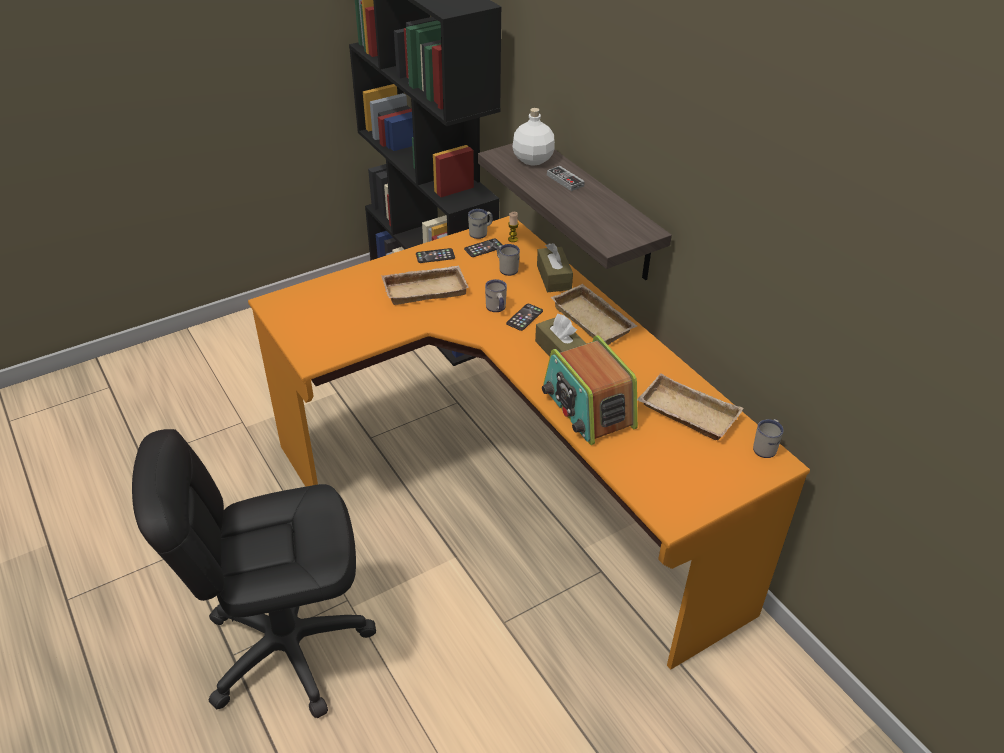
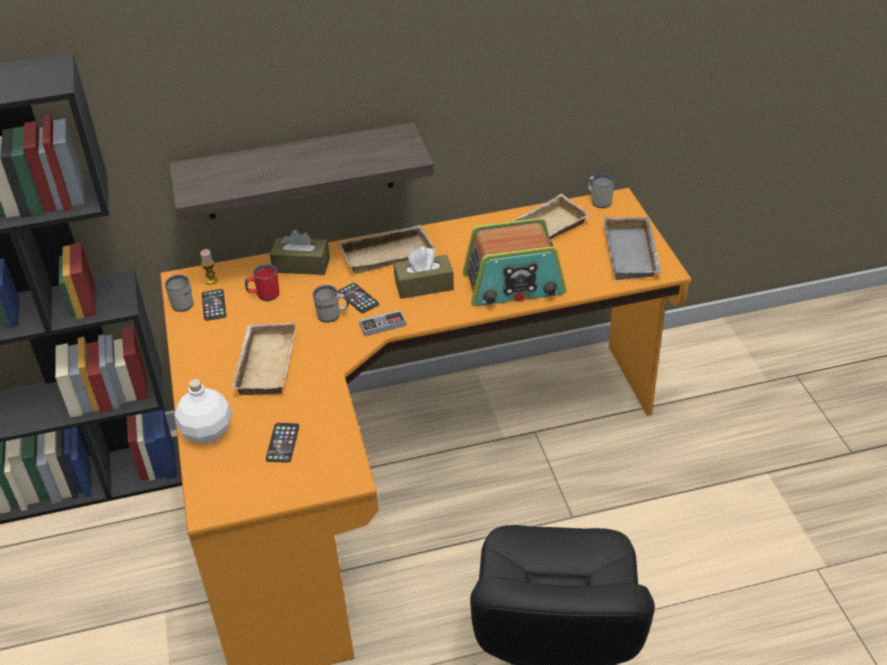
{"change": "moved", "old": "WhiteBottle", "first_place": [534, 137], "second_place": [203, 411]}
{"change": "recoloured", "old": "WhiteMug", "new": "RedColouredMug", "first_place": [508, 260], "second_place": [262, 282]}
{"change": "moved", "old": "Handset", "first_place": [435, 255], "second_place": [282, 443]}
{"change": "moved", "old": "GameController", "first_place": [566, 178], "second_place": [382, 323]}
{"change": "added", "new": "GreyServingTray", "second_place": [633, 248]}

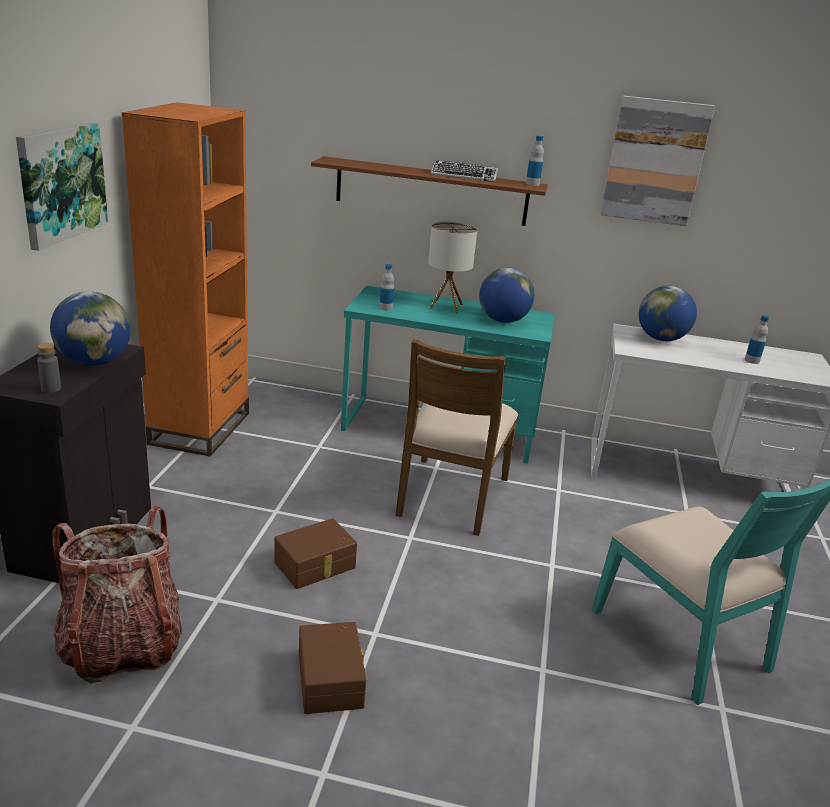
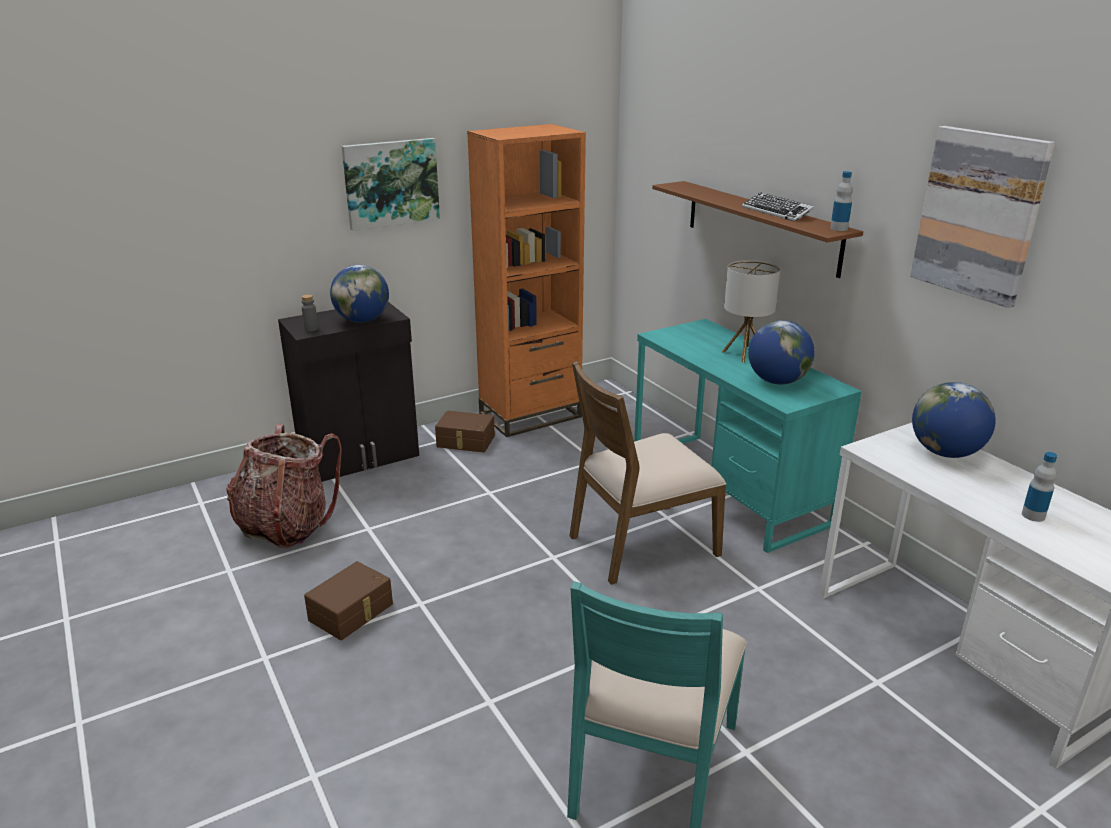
{"change": "moved", "old": "BrownColouredStorageBin", "first_place": [315, 553], "second_place": [465, 431]}
{"change": "removed", "old": "Bottle", "first_place": [386, 287]}

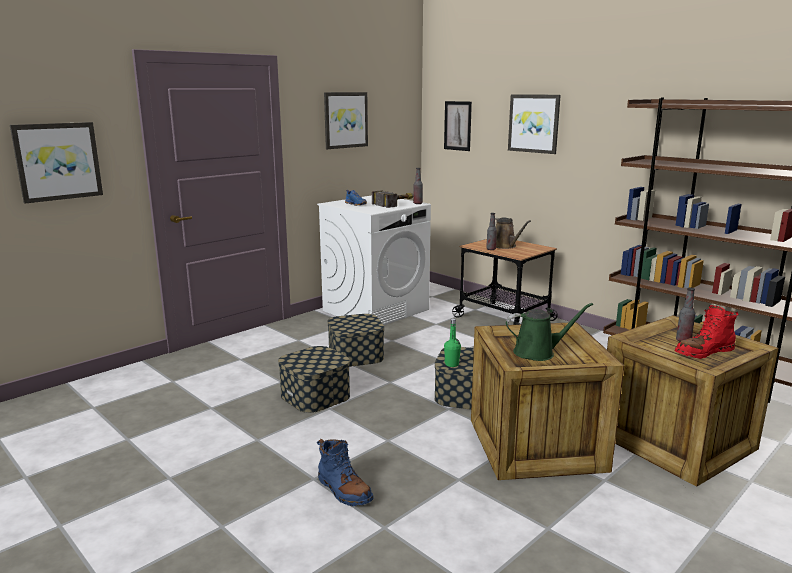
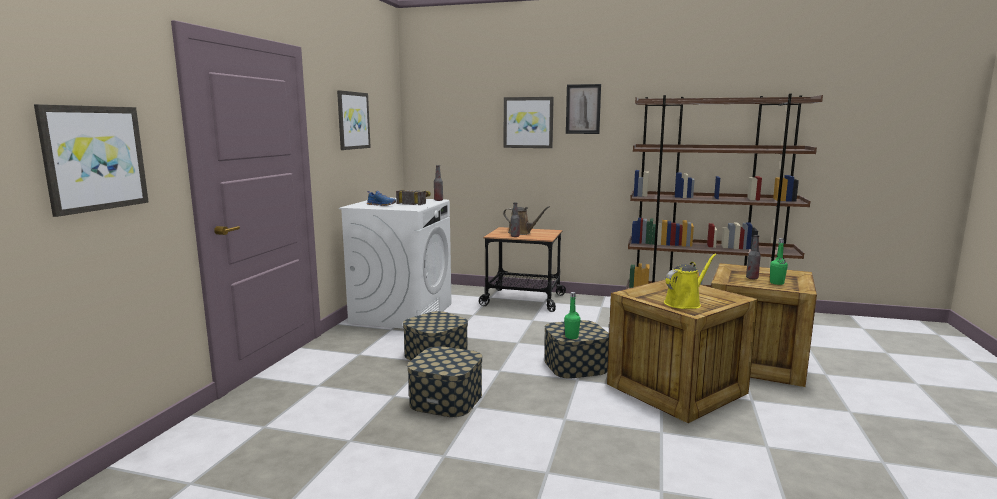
{"change": "moved", "old": "WallPicture", "first_place": [458, 126], "second_place": [583, 109]}
{"change": "recoloured", "old": "GreenWateringCan", "new": "YellowWateringCan", "first_place": [549, 332], "second_place": [690, 281]}
{"change": "replaced", "old": "RedColouredTallBoot", "new": "GreenBottle", "first_place": [706, 332], "second_place": [779, 261]}
{"change": "removed", "old": "BlueTallBoot", "first_place": [345, 472]}

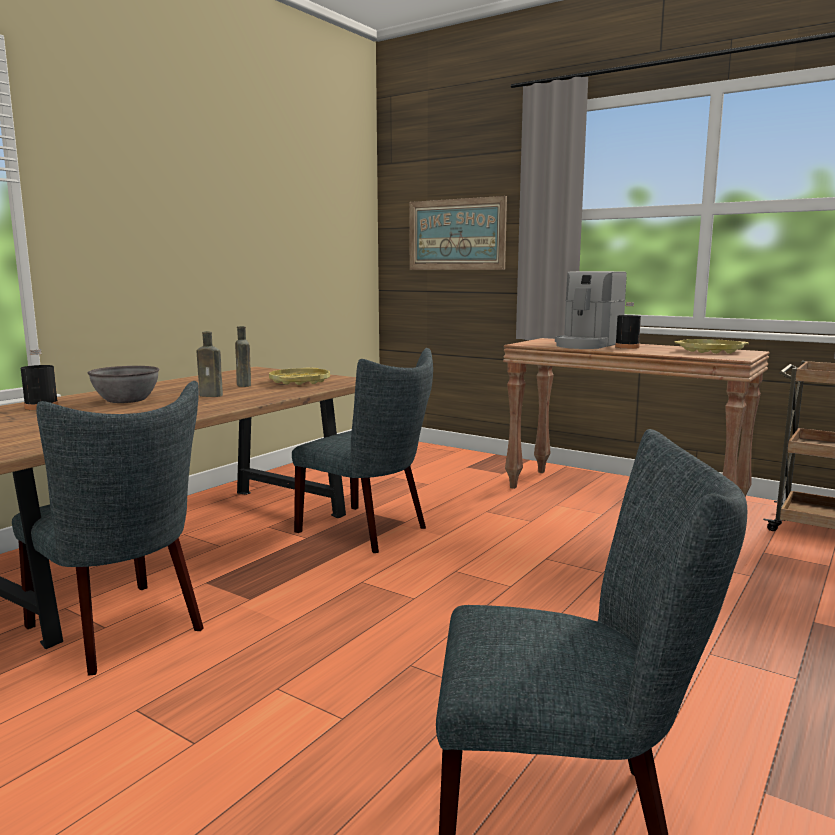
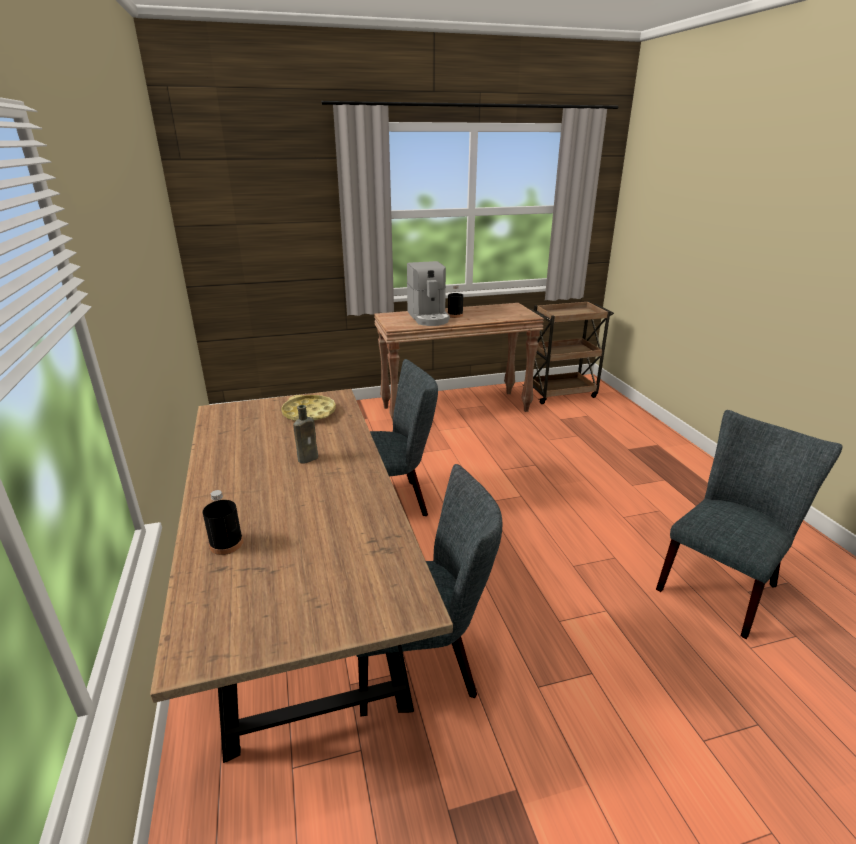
{"change": "removed", "old": "GreyServingBowl", "first_place": [123, 384]}
{"change": "removed", "old": "BrownColouredBottle", "first_place": [243, 356]}
{"change": "removed", "old": "WallPicture", "first_place": [458, 233]}
{"change": "removed", "old": "YellowServingTray", "first_place": [711, 346]}

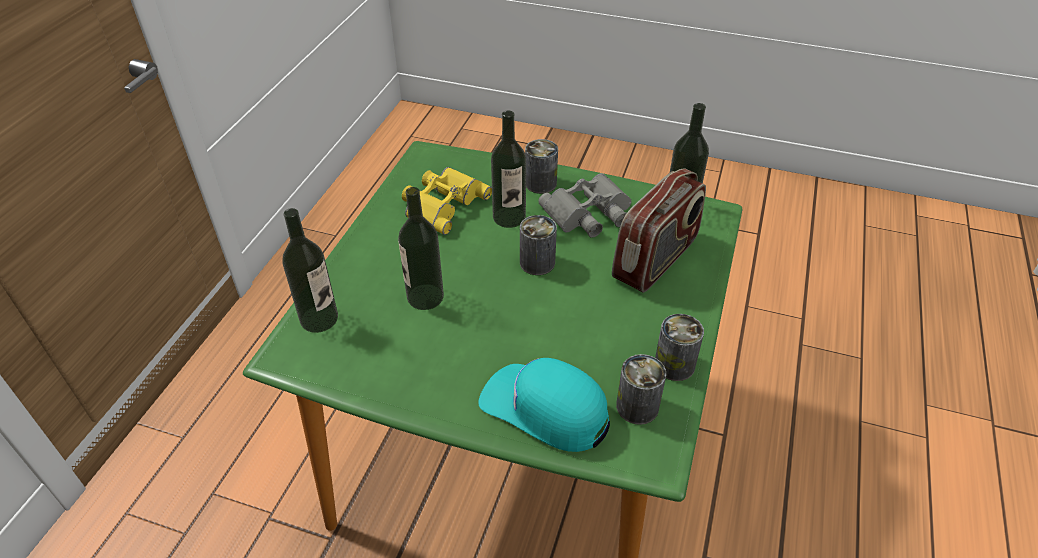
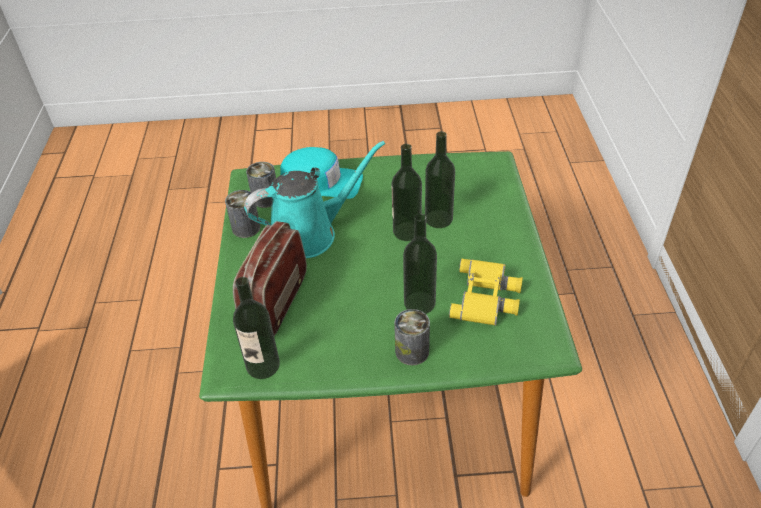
{"change": "added", "new": "TurquoiseWateringCan", "second_place": [314, 199]}
{"change": "moved", "old": "Bottle", "first_place": [310, 270], "second_place": [406, 192]}
{"change": "removed", "old": "SealedCan", "first_place": [538, 245]}
{"change": "removed", "old": "GreyPairOfBinoculars", "first_place": [585, 205]}

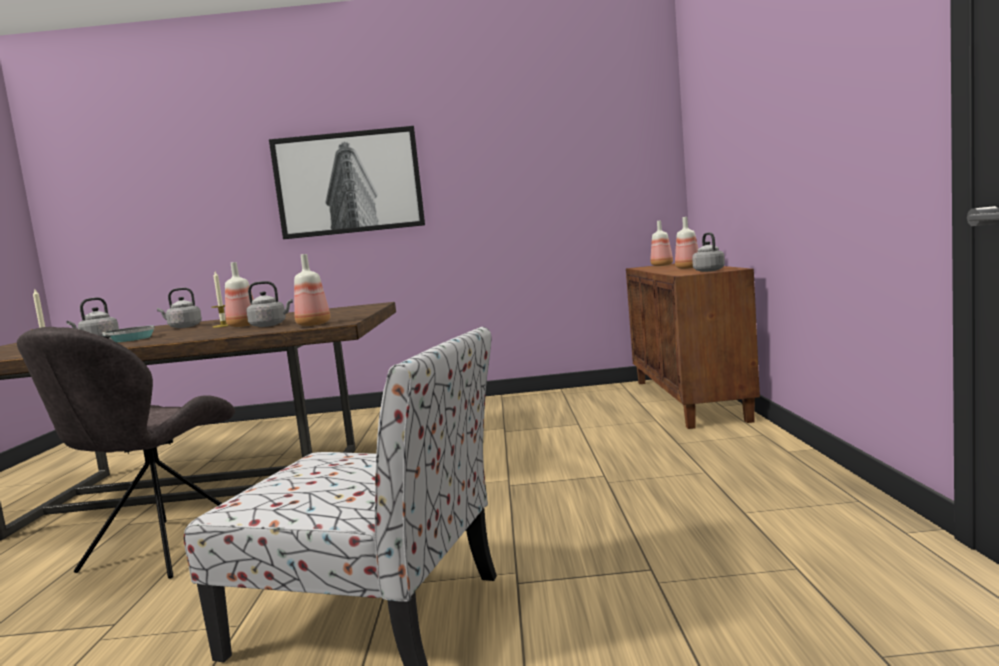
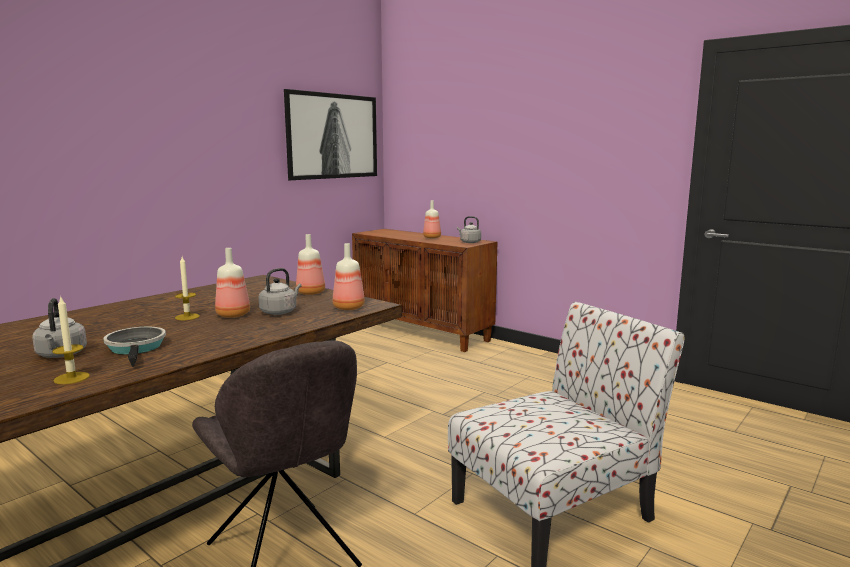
{"change": "moved", "old": "WallPicture", "first_place": [347, 182], "second_place": [330, 134]}
{"change": "moved", "old": "Bottle", "first_place": [662, 243], "second_place": [310, 264]}
{"change": "removed", "old": "GreyTeaKettle", "first_place": [179, 308]}

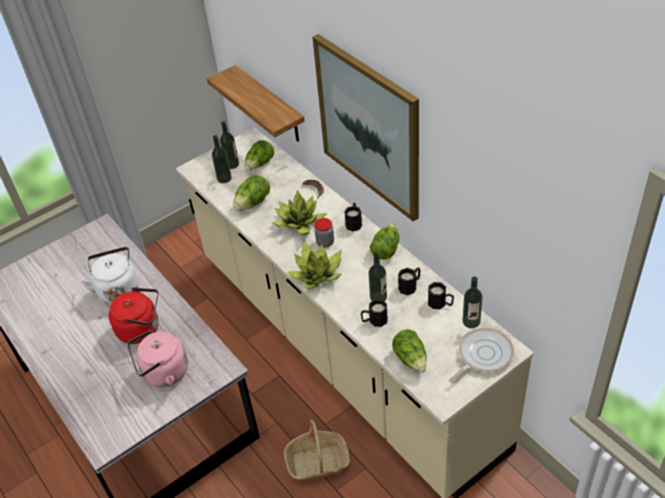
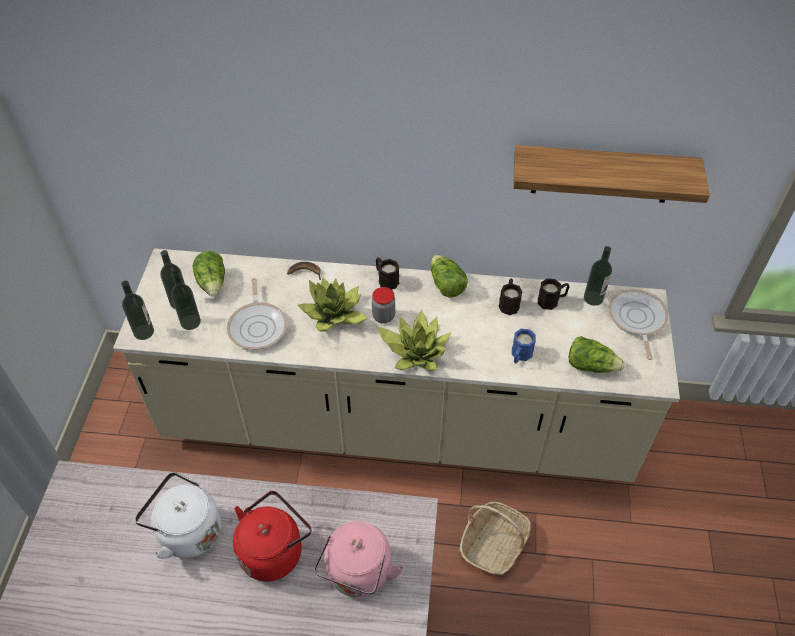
{"change": "moved", "old": "Bottle", "first_place": [378, 277], "second_place": [137, 310]}
{"change": "replaced", "old": "HeadOfLettuce", "new": "Skillet", "first_place": [251, 193], "second_place": [257, 314]}
{"change": "recoloured", "old": "BlackMug", "new": "BlueMug", "first_place": [374, 313], "second_place": [524, 346]}
{"change": "moved", "old": "BracketShelf", "first_place": [256, 103], "second_place": [611, 174]}
{"change": "removed", "old": "WallPicture", "first_place": [365, 128]}

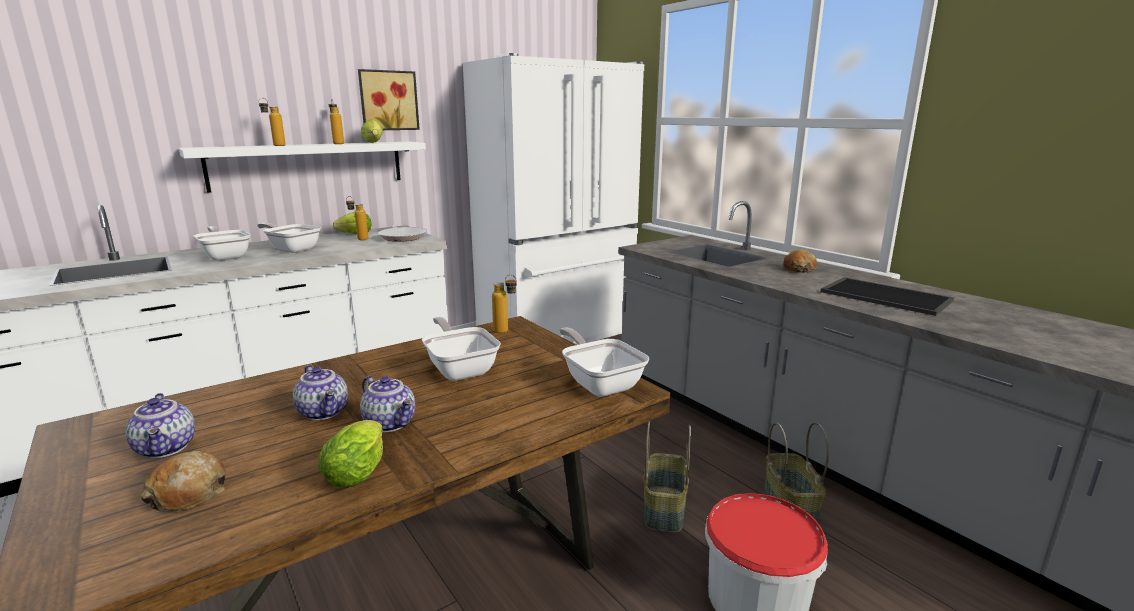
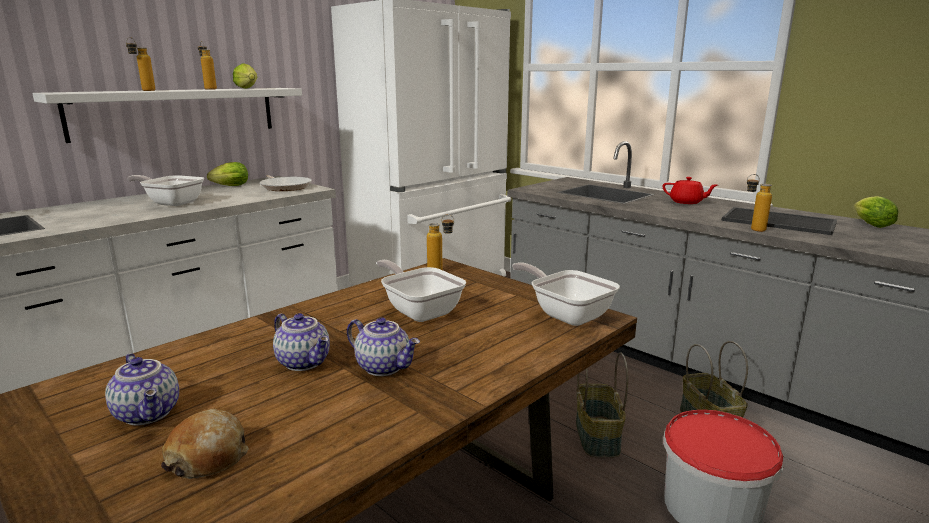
{"change": "replaced", "old": "BakedBread", "new": "RedColouredTeaPot", "first_place": [800, 261], "second_place": [690, 190]}
{"change": "moved", "old": "Bottle", "first_place": [357, 218], "second_place": [759, 203]}
{"change": "moved", "old": "HeadOfLettuce", "first_place": [351, 454], "second_place": [876, 212]}
{"change": "removed", "old": "Skillet", "first_place": [222, 243]}
{"change": "removed", "old": "WallPicture", "first_place": [389, 99]}

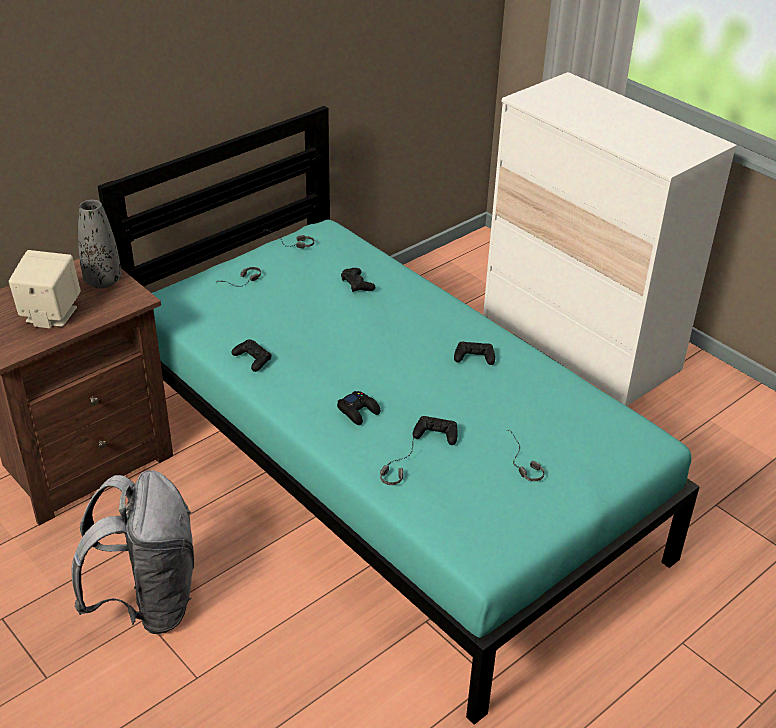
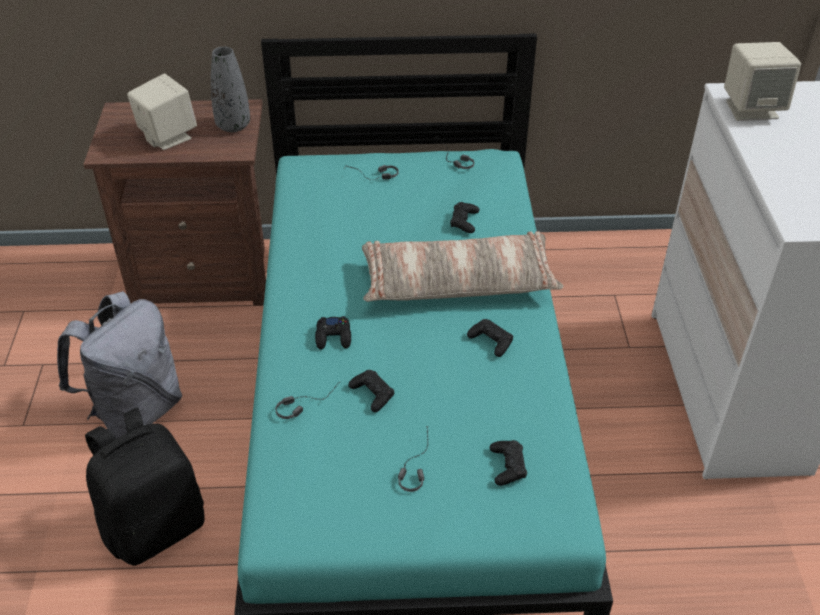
{"change": "added", "new": "BlackKnapsack", "second_place": [145, 486]}
{"change": "added", "new": "Cushion", "second_place": [463, 266]}
{"change": "moved", "old": "BlackGameController", "first_place": [251, 356], "second_place": [508, 463]}
{"change": "added", "new": "SandColouredLoudspeaker", "second_place": [762, 81]}

